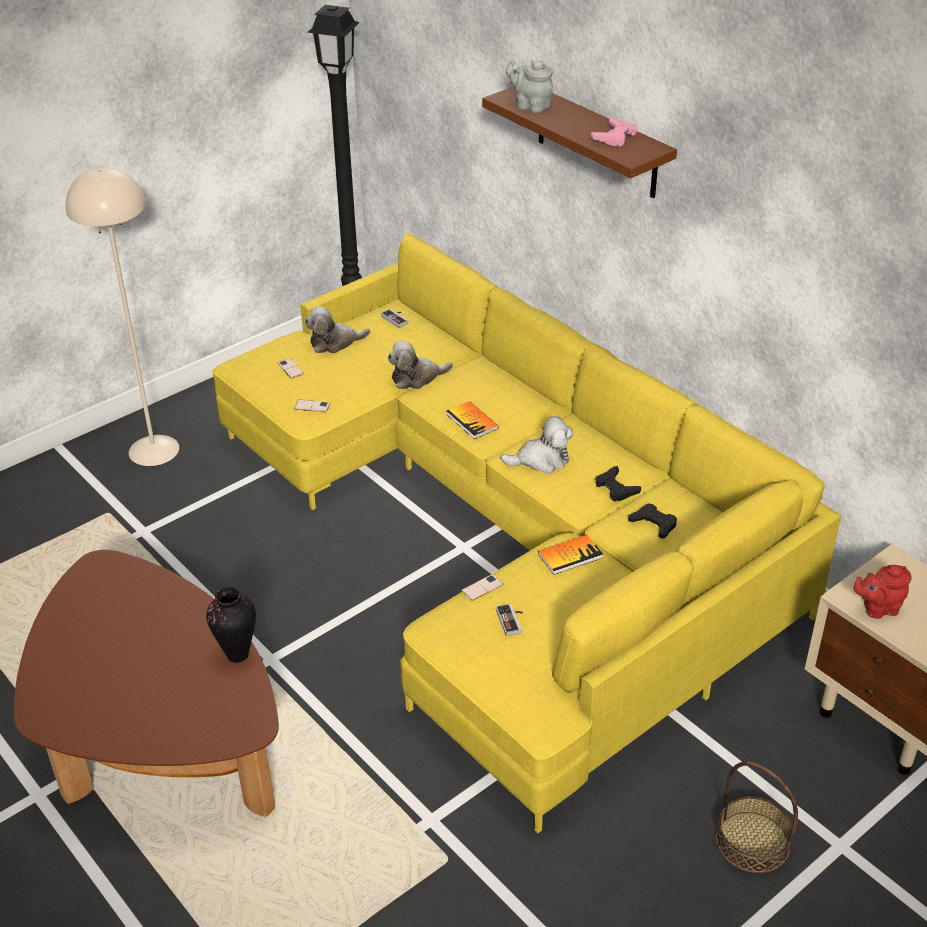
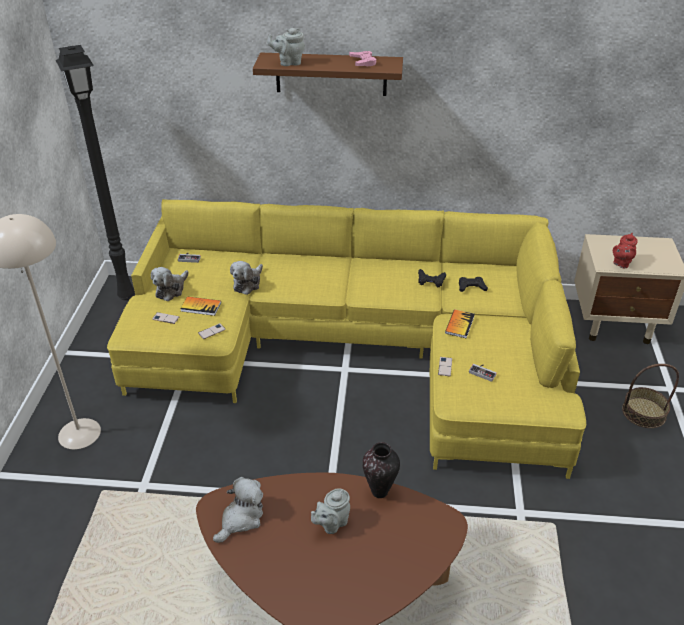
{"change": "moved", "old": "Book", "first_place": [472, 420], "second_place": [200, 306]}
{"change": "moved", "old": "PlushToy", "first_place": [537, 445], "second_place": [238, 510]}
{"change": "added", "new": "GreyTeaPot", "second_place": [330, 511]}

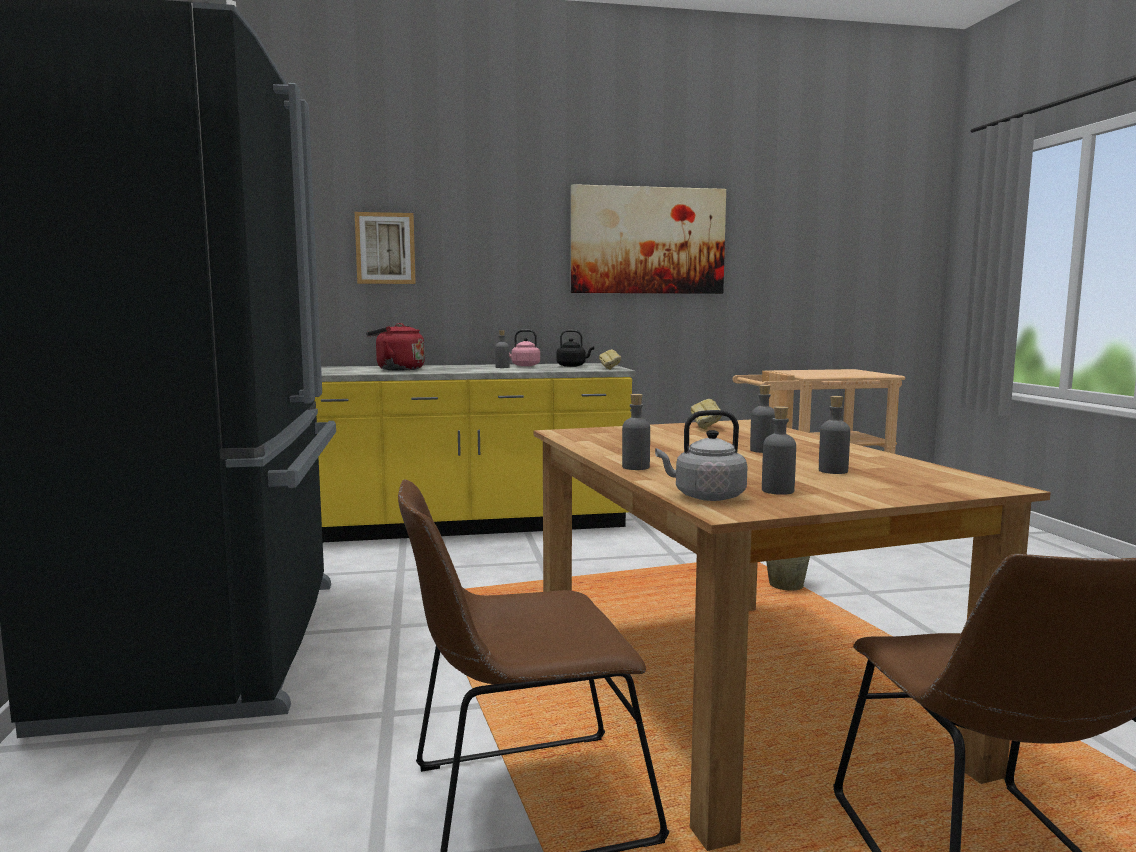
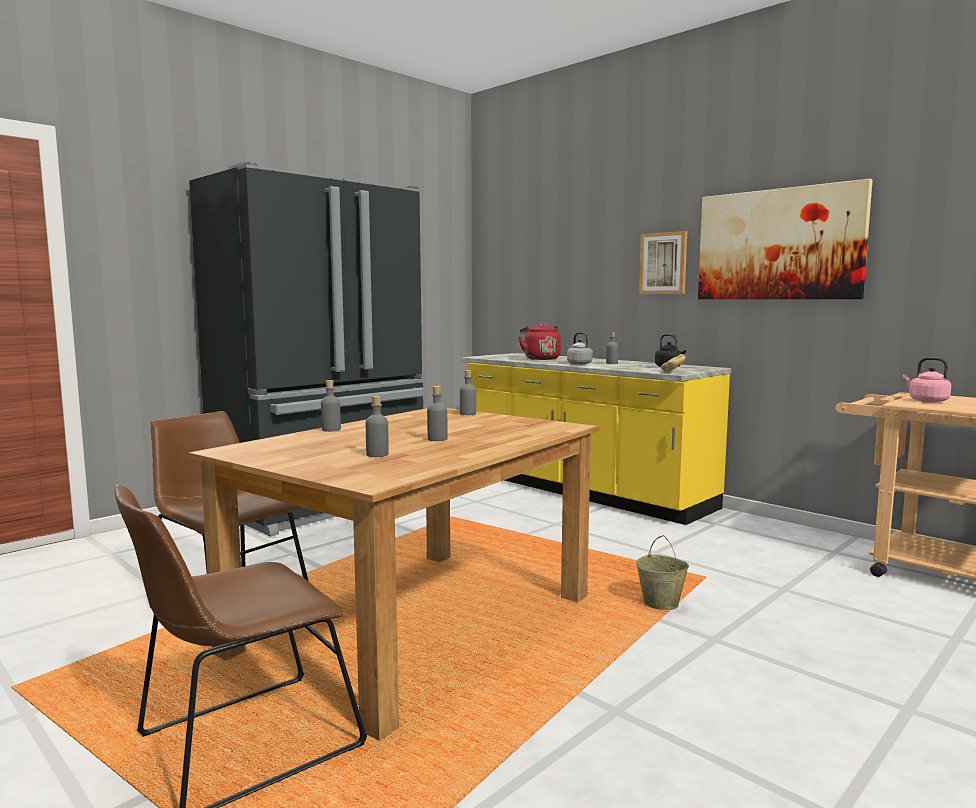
{"change": "moved", "old": "GreyBottle", "first_place": [779, 450], "second_place": [468, 392]}
{"change": "moved", "old": "GreyTeaKettle", "first_place": [701, 455], "second_place": [580, 348]}
{"change": "moved", "old": "WallPicture", "first_place": [385, 248], "second_place": [663, 262]}
{"change": "moved", "old": "PinkTeaKettle", "first_place": [524, 348], "second_place": [927, 379]}
{"change": "removed", "old": "BakedBread", "first_place": [706, 414]}

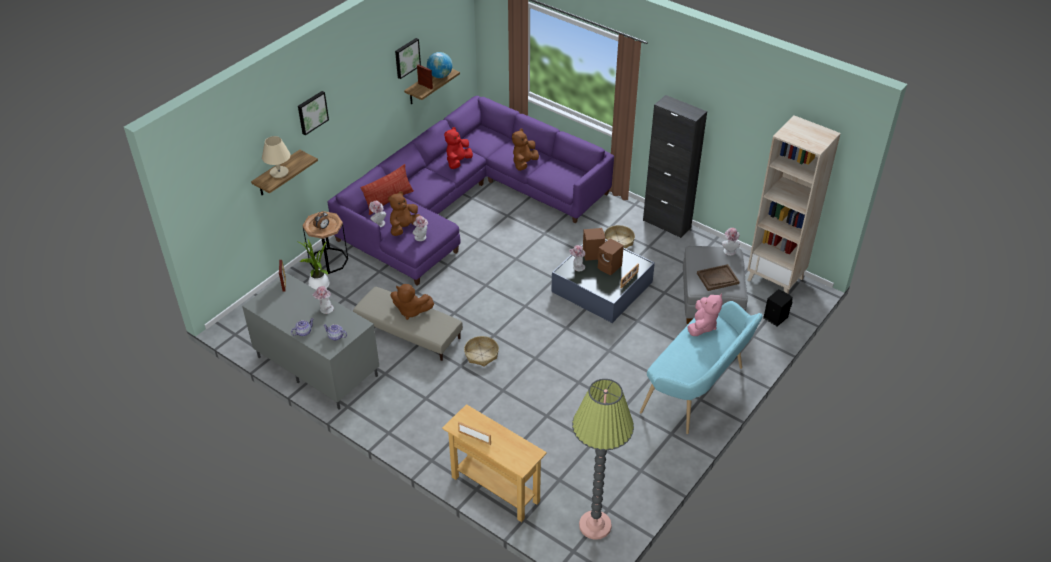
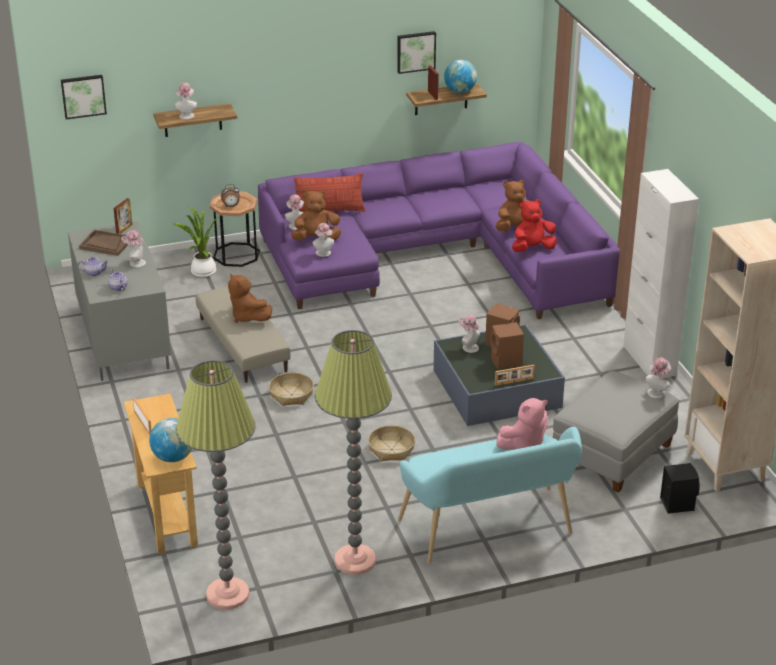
{"change": "moved", "old": "WallPicture", "first_place": [313, 113], "second_place": [84, 97]}
{"change": "moved", "old": "BrownColouredServingTray", "first_place": [718, 277], "second_place": [103, 243]}
{"change": "added", "new": "DeskGlobe", "second_place": [170, 440]}
{"change": "replaced", "old": "SandColouredTableLamp", "new": "ClothingHat", "first_place": [276, 157], "second_place": [186, 100]}
{"change": "added", "new": "StandingLamp", "second_place": [353, 452]}
{"change": "moved", "old": "Basket", "first_place": [619, 237], "second_place": [391, 443]}
{"change": "moved", "old": "RedColouredPlushToy", "first_place": [458, 148], "second_place": [534, 225]}
{"change": "recoloured", "old": "BlackCabinet", "new": "WhiteCabinet", "first_place": [675, 166], "second_place": [661, 273]}

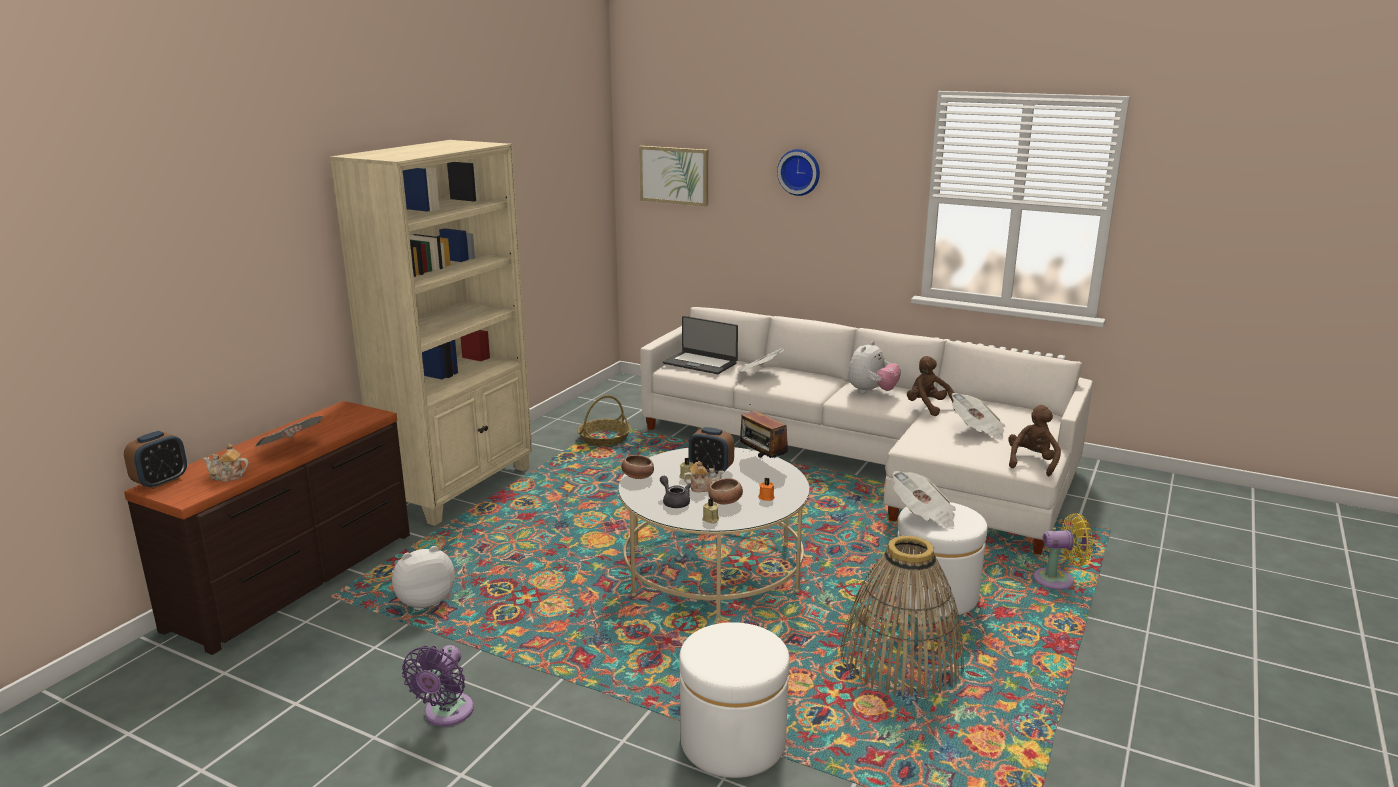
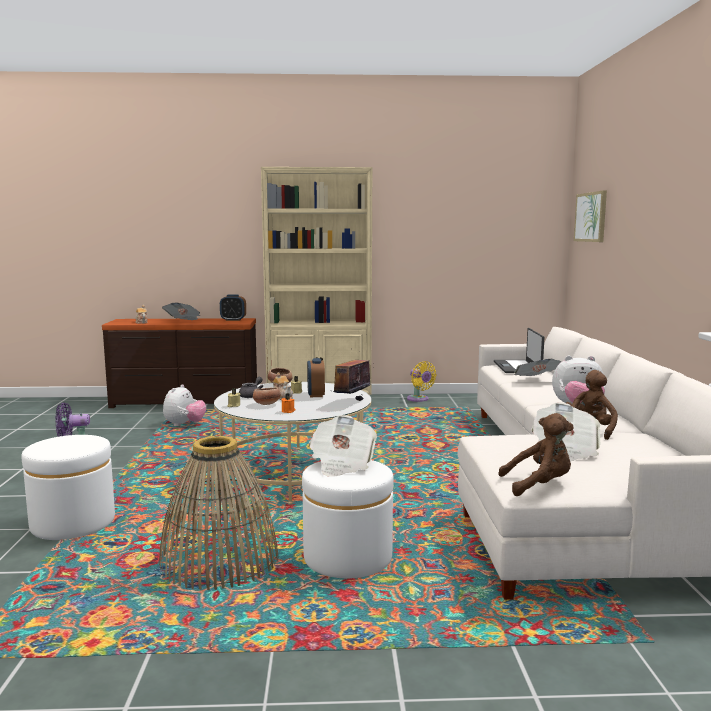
{"change": "turned", "old": "PlushToy", "first_place": [423, 578], "second_place": [184, 405], "degrees": 75}
{"change": "moved", "old": "TableClock", "first_place": [155, 460], "second_place": [233, 308]}
{"change": "moved", "old": "YellowElectricFan", "first_place": [1063, 551], "second_place": [422, 381]}
{"change": "removed", "old": "Basket", "first_place": [604, 420]}
{"change": "removed", "old": "WallClock", "first_place": [798, 172]}

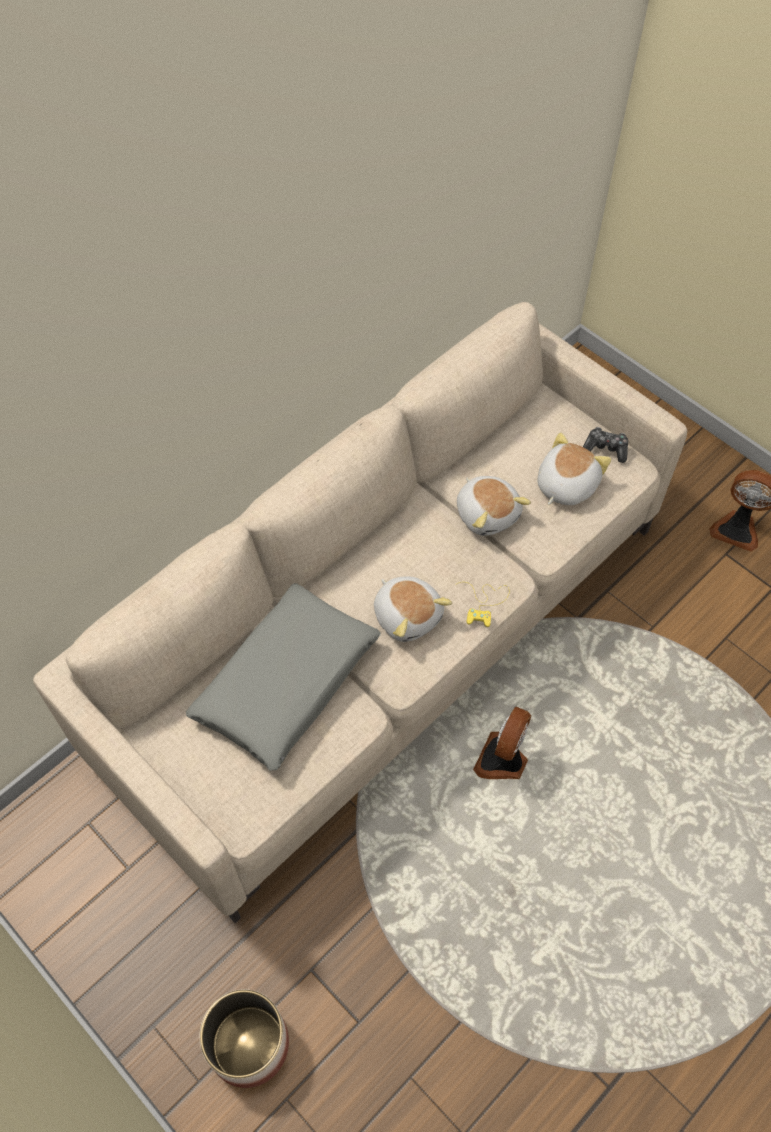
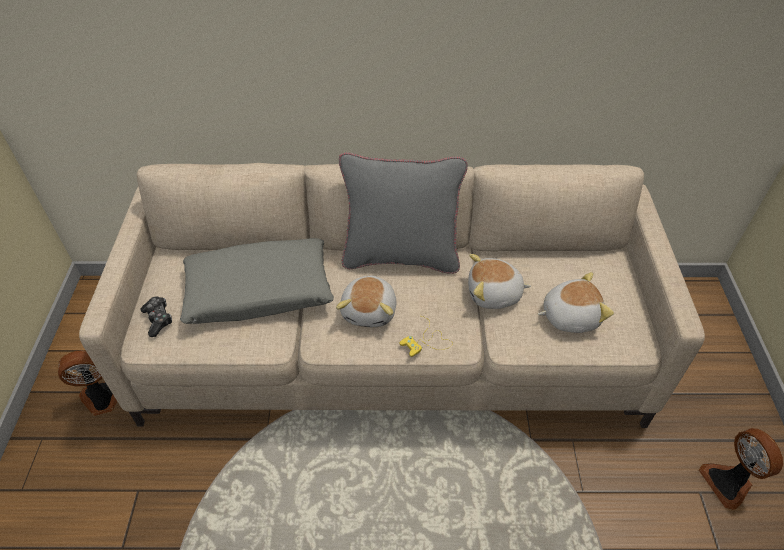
{"change": "moved", "old": "ElectricFan", "first_place": [502, 742], "second_place": [87, 383]}
{"change": "moved", "old": "GameController", "first_place": [605, 445], "second_place": [156, 316]}
{"change": "added", "new": "GreyCushion", "second_place": [403, 213]}
{"change": "turned", "old": "PlushToy", "first_place": [494, 506], "second_place": [499, 281], "degrees": 75}
{"change": "removed", "old": "Planter", "first_place": [244, 1038]}

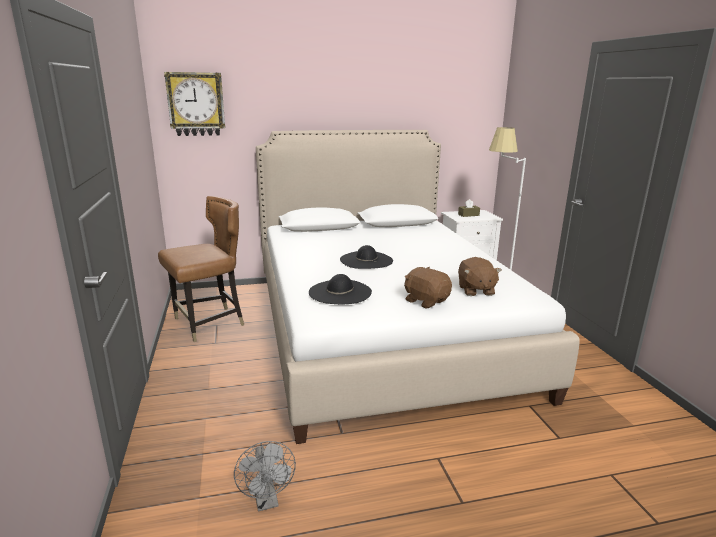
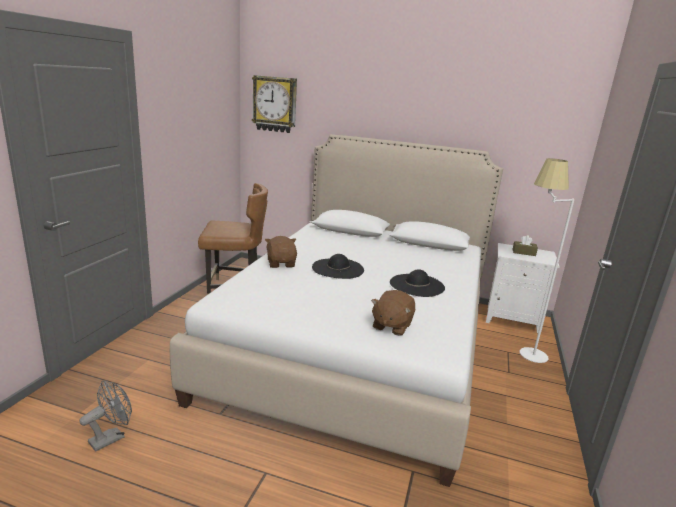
{"change": "turned", "old": "GreyElectricFan", "first_place": [265, 476], "second_place": [105, 416], "degrees": -150}
{"change": "moved", "old": "BrownColouredPlushToy", "first_place": [428, 288], "second_place": [281, 252]}
{"change": "moved", "old": "BlackClothingHat", "first_place": [340, 289], "second_place": [417, 283]}

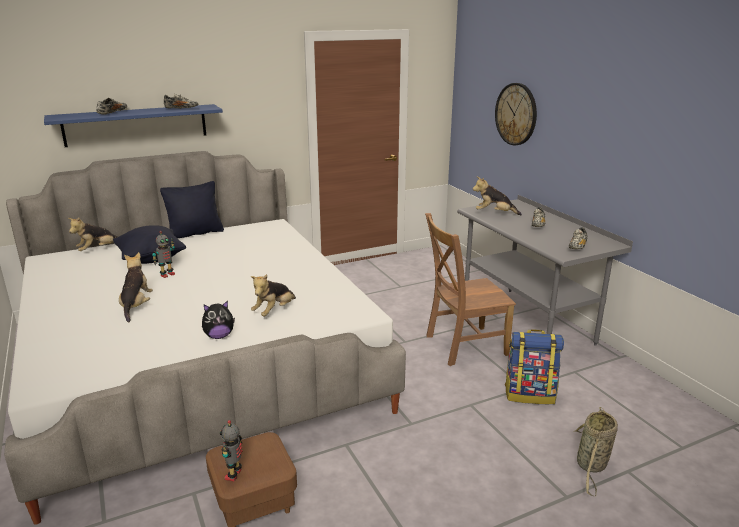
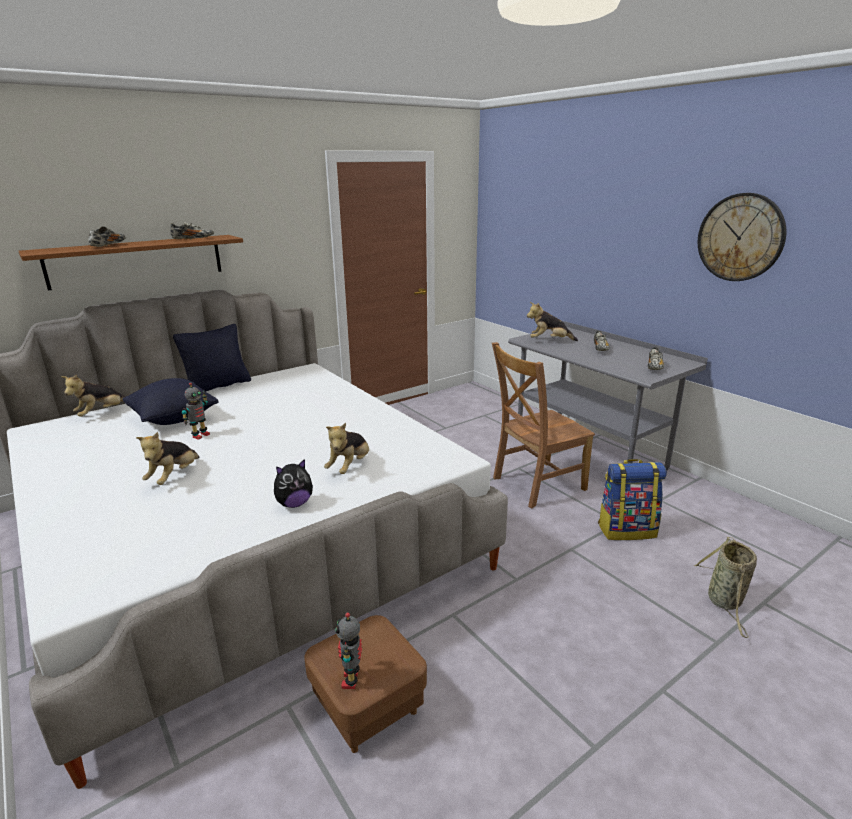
{"change": "recoloured", "old": "BlueBracketShelf", "new": "BrownColouredBracketShelf", "first_place": [133, 125], "second_place": [131, 262]}
{"change": "turned", "old": "PlushToy", "first_place": [136, 287], "second_place": [167, 458], "degrees": -150}
{"change": "moved", "old": "WallClock", "first_place": [516, 114], "second_place": [742, 237]}

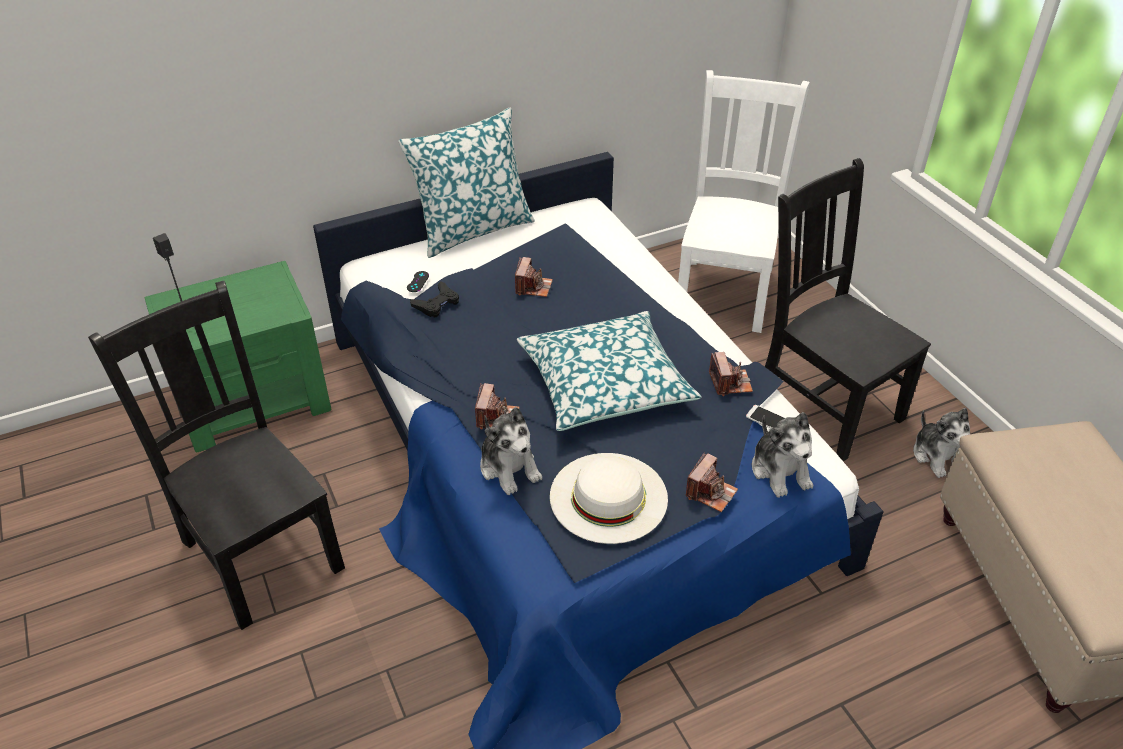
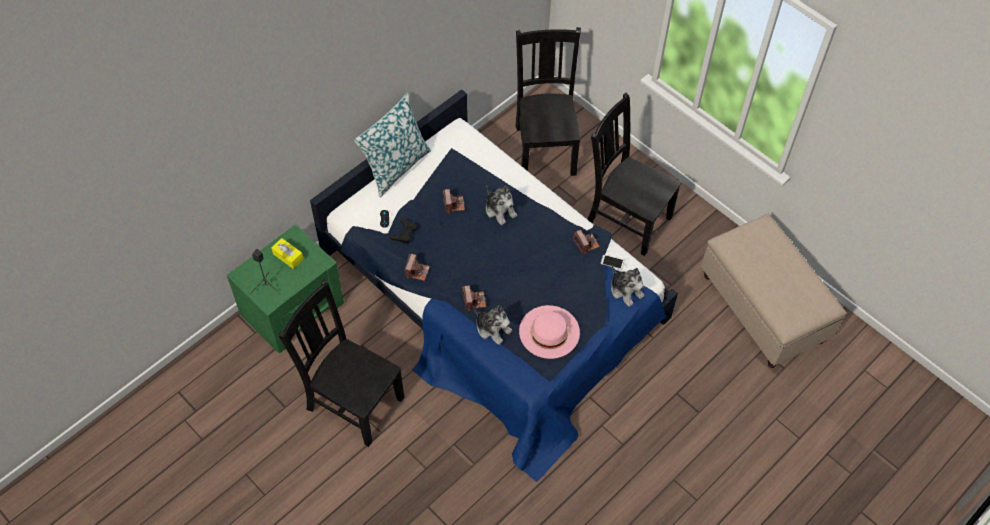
{"change": "added", "new": "YellowTissueBox", "second_place": [287, 253]}
{"change": "moved", "old": "PhotoCamera", "first_place": [712, 482], "second_place": [417, 267]}
{"change": "moved", "old": "PlushToy", "first_place": [941, 443], "second_place": [501, 205]}
{"change": "recoloured", "old": "WhitePlainChair", "new": "BlackPlainChair", "first_place": [744, 201], "second_place": [548, 101]}
{"change": "recoloured", "old": "WhiteClothingHat", "new": "PinkClothingHat", "first_place": [609, 498], "second_place": [549, 332]}
{"change": "removed", "old": "Cushion", "first_place": [609, 371]}

